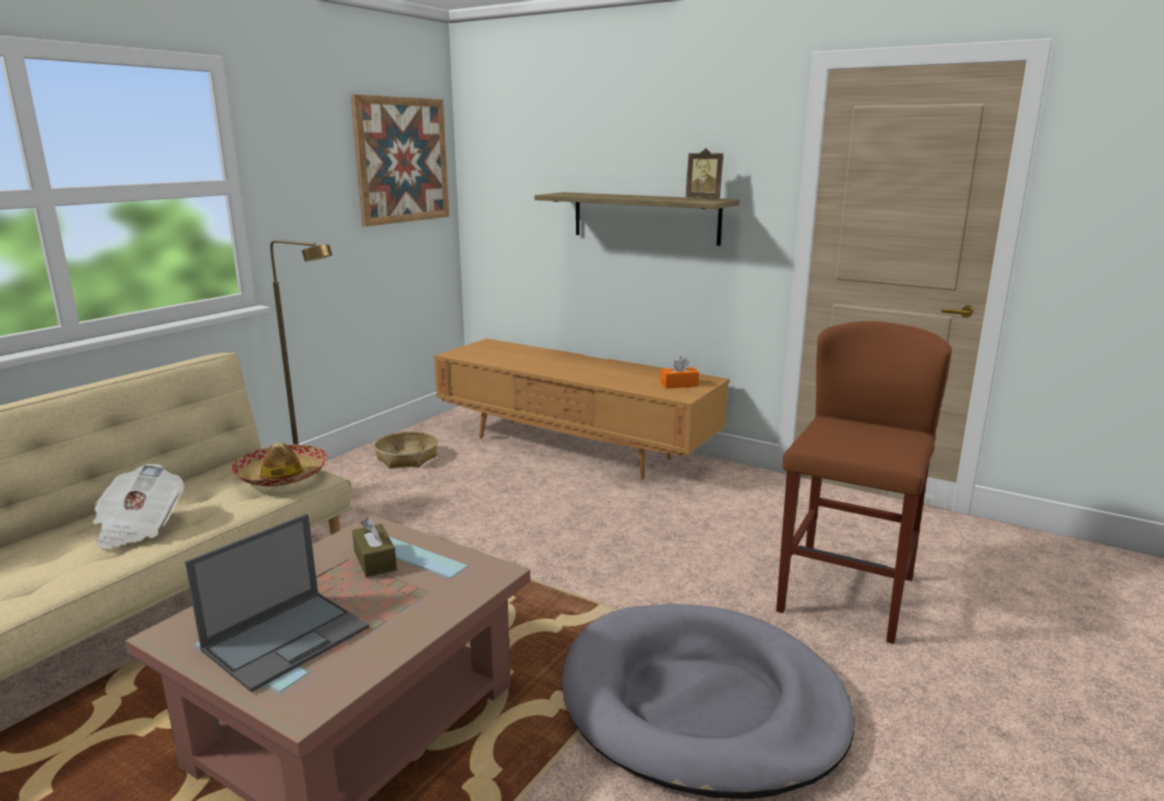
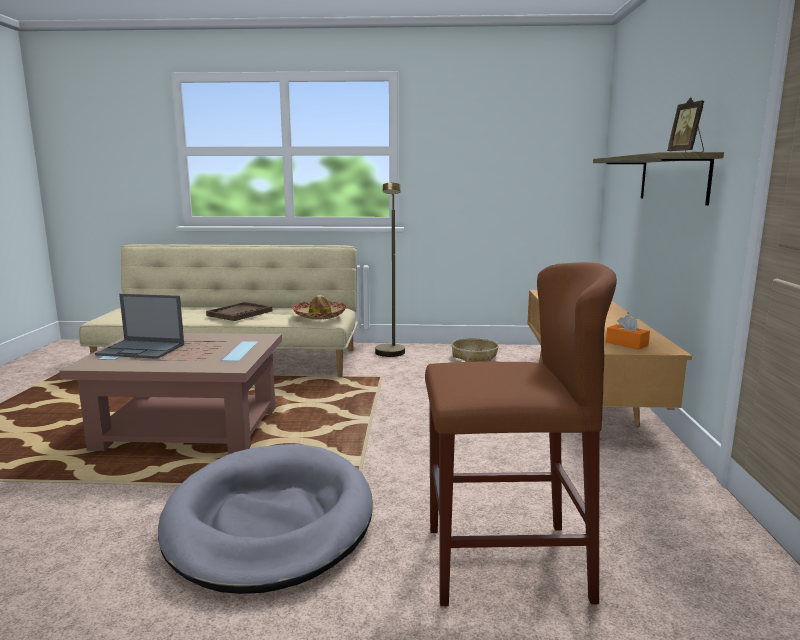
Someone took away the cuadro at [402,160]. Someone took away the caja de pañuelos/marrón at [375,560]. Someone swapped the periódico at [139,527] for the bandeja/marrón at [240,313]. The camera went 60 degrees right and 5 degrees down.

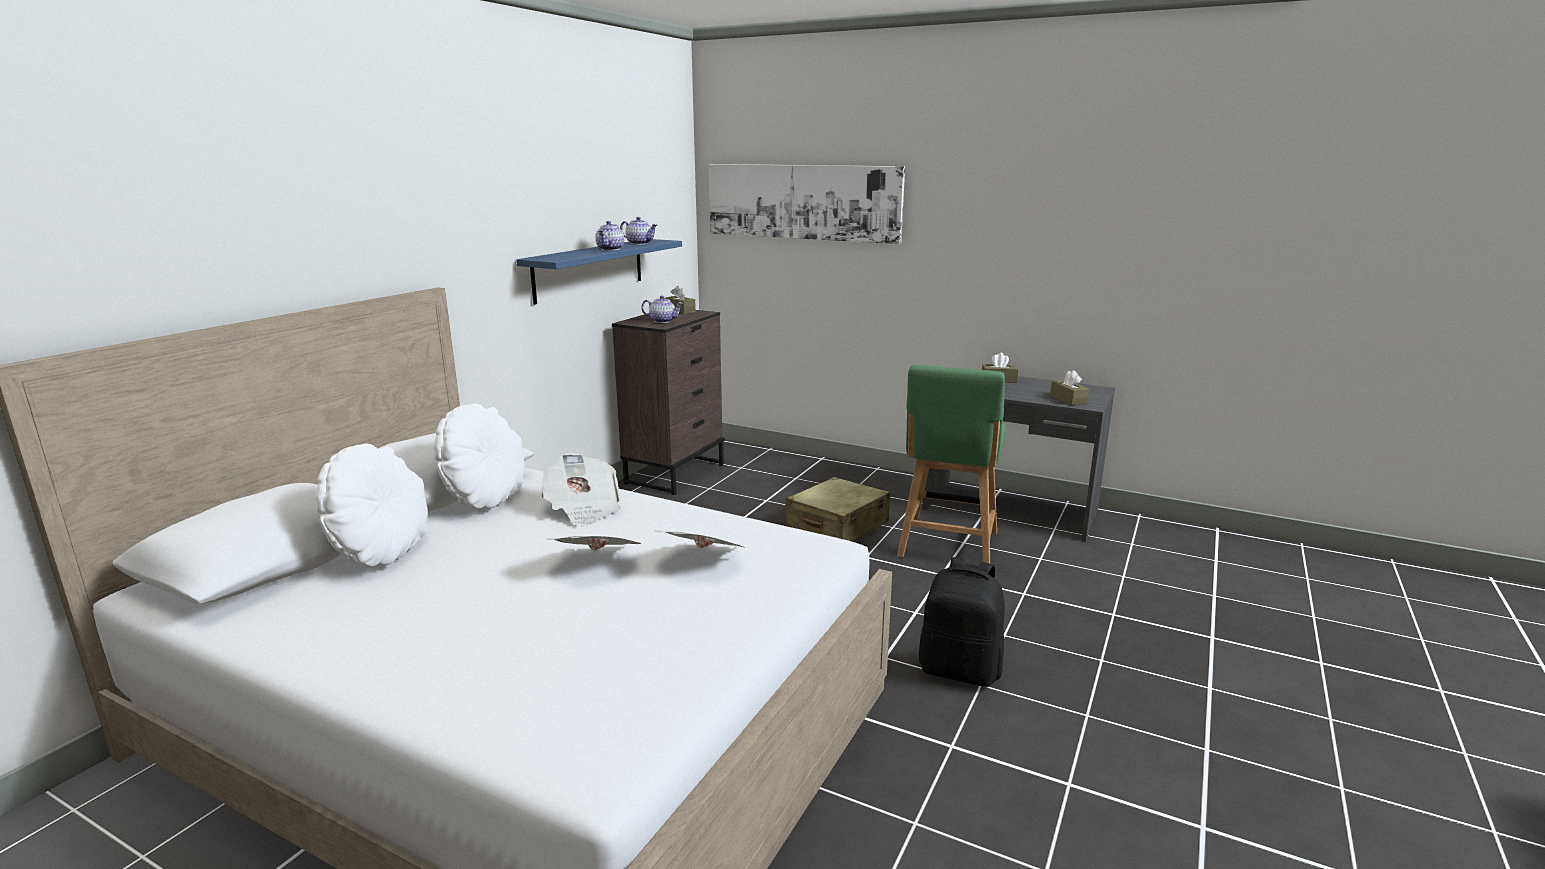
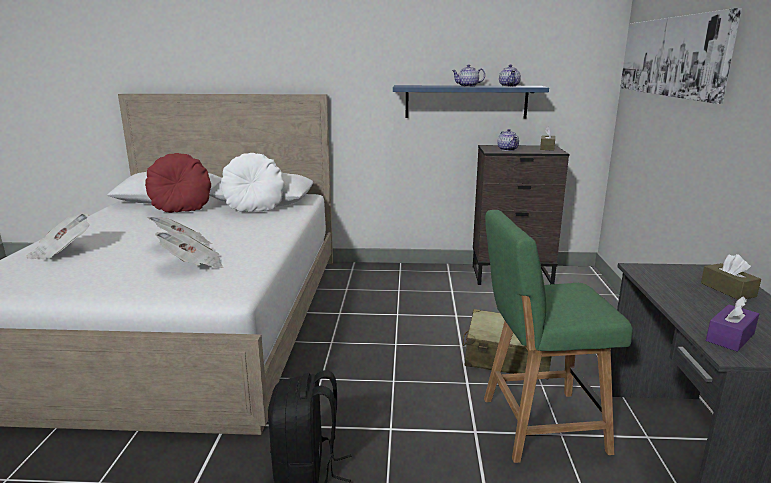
Someone carried the periódico from [583,509] to [62,252]. Someone repainted the cojín/blanco at [382,555], which became the cojín/rojo at [182,210]. Someone repainted the caja de pañuelos/marrón at [1068,399], which became the caja de pañuelos/morado at [730,337]. The camera went 65 degrees right and 0 degrees up.

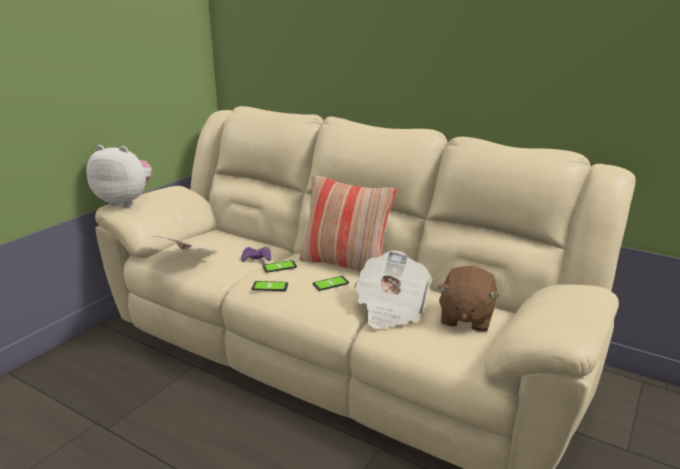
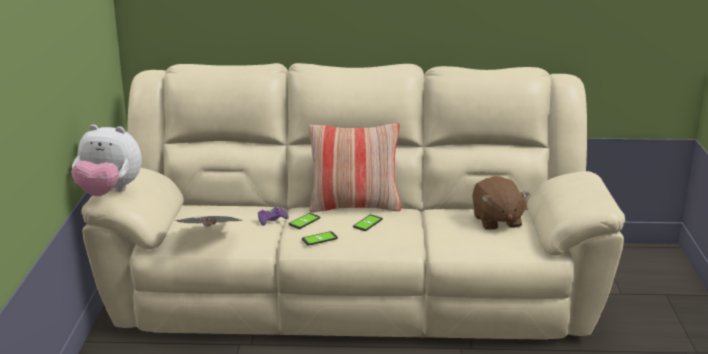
Someone took away the periódico at [390,308]. Someone rotated the peluche at [125,202] by 150 degrees counterclockwise. The camera went 30 degrees left and 0 degrees up.

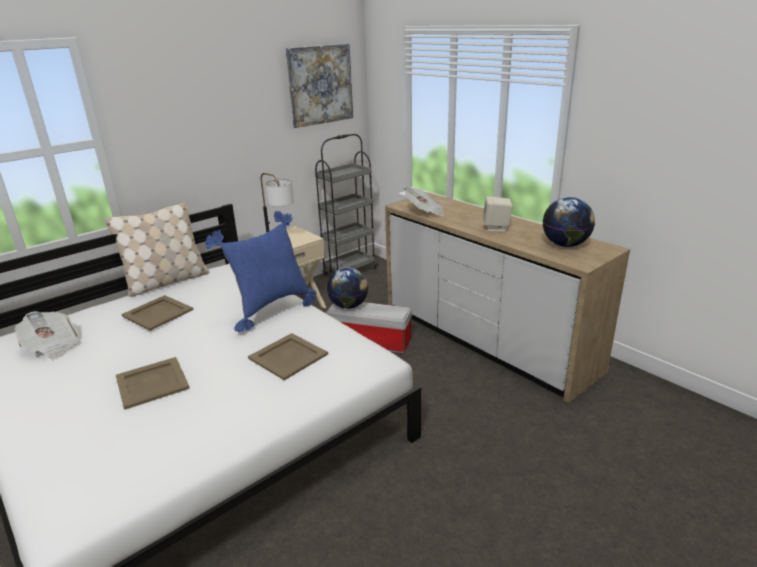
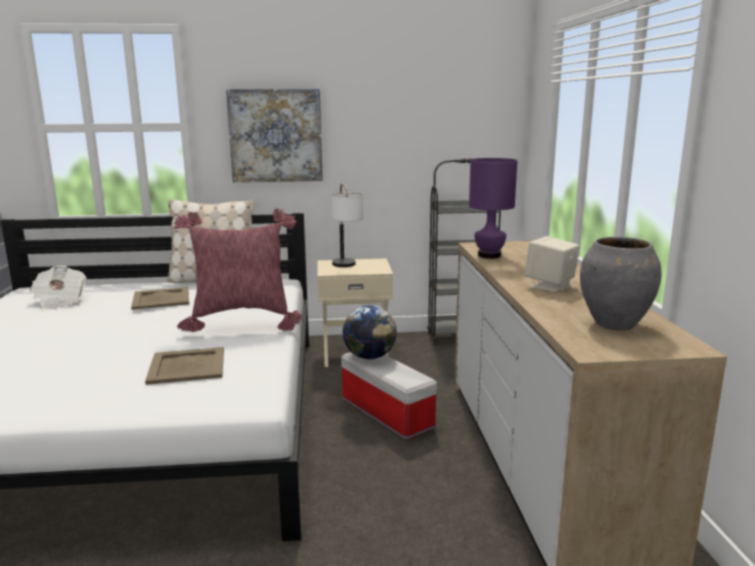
Someone took away the bandeja/beis at [151,382]. Someone carried the cuadro from [320,85] to [276,135]. Someone swapped the periódico at [424,212] for the lámpara de mesa/morado at [489,255]. Someone swapped the globo terráqueo at [565,245] for the florero/gris at [615,324]. Someone repainted the cojín/azul at [270,313], which became the cojín/rojo at [242,326]. The camera went 35 degrees right and 10 degrees down.

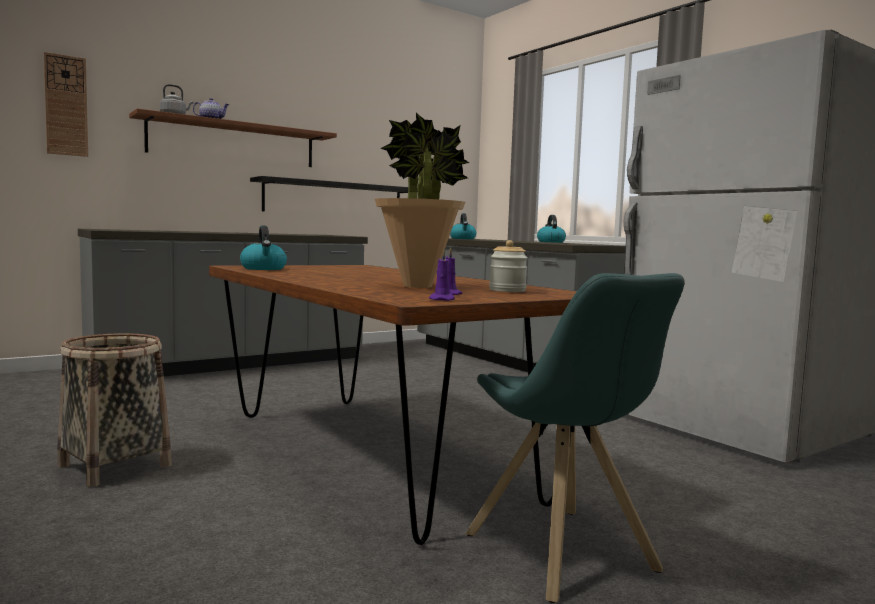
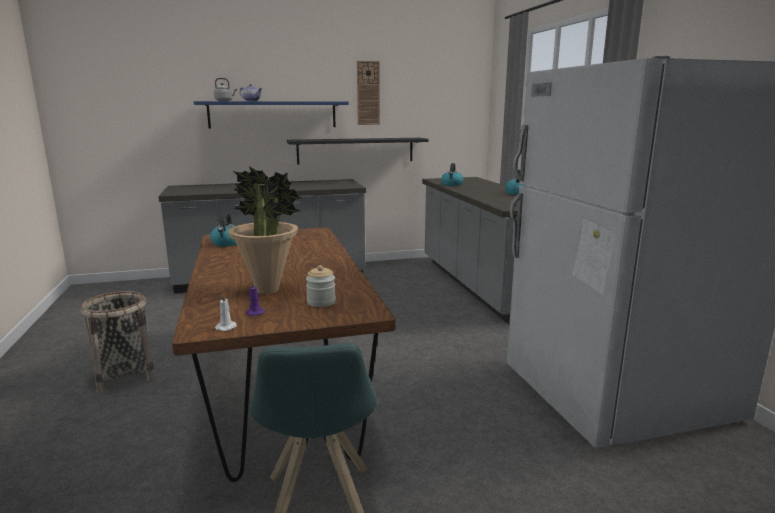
Someone carried the reloj de pared from [66,105] to [368,93]. Someone repainted the estante/marrón at [234,143], which became the estante/azul at [273,114]. Someone repainted the vela/morado at [442,300], which became the vela/blanco at [227,327]. The camera went 20 degrees right and 10 degrees up.

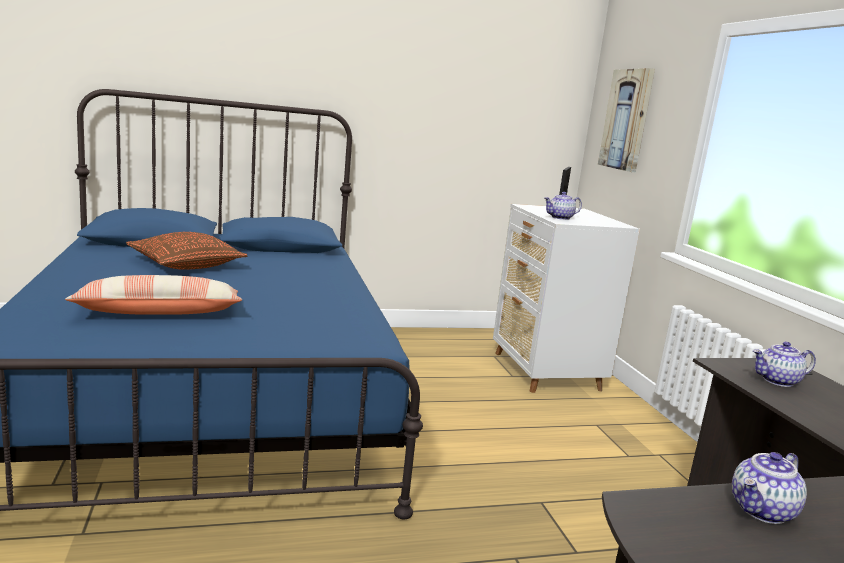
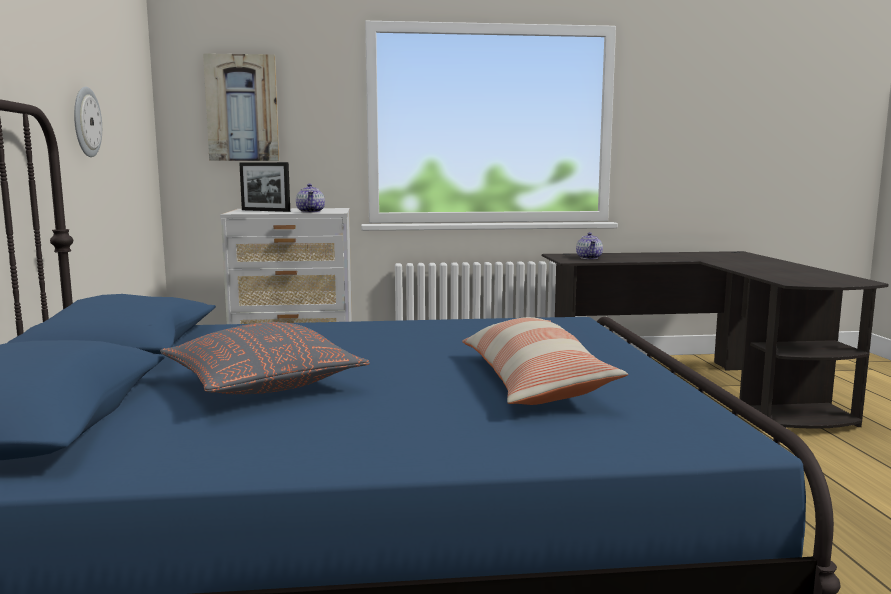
Someone took away the tetera at [763,511]. Someone put up the reloj de pared at [85,122]. Someone repainted the cojín/marrón at [186,265], which became the cojín/gris at [262,385]. The camera went 80 degrees left and 5 degrees down.

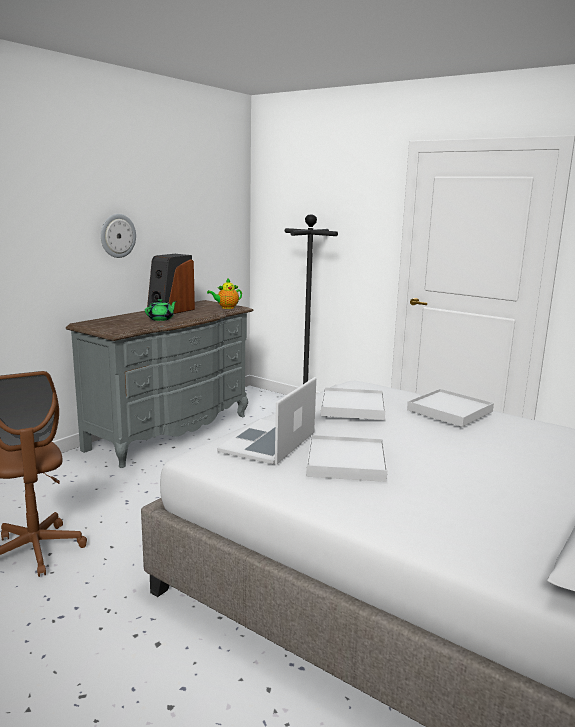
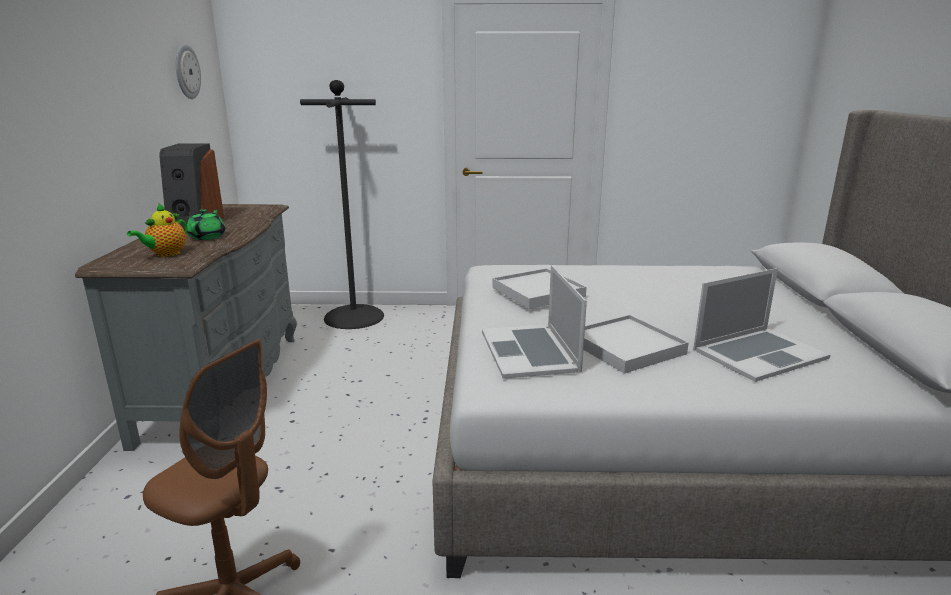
Someone took away the bandeja/blanco at [449,411]. Someone put down the portátil at [759,353]. Someone carried the reloj de pared from [117,235] to [186,72]. Someone carried the tetera from [226,307] to [166,254]. The camera went 35 degrees left and 5 degrees up.

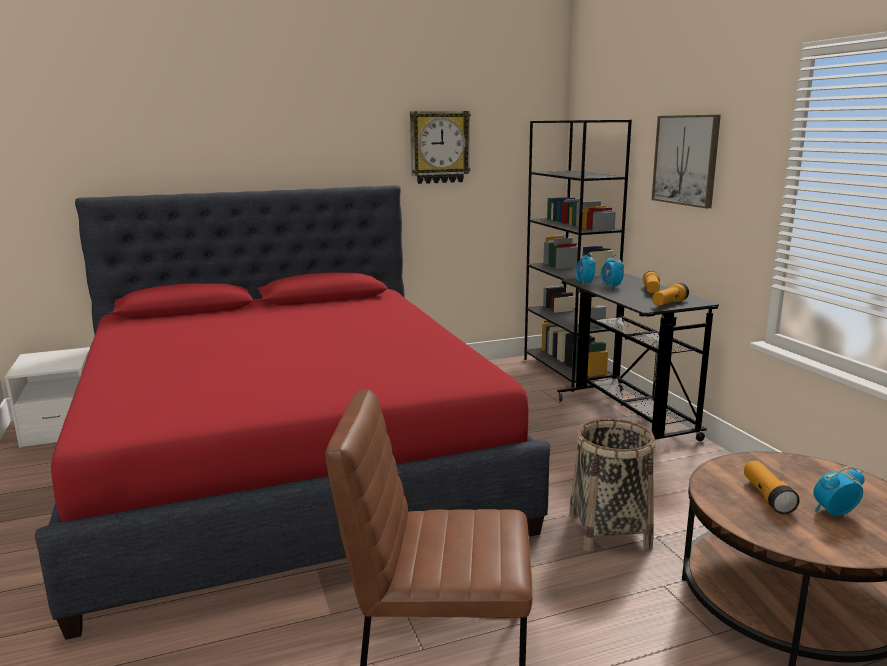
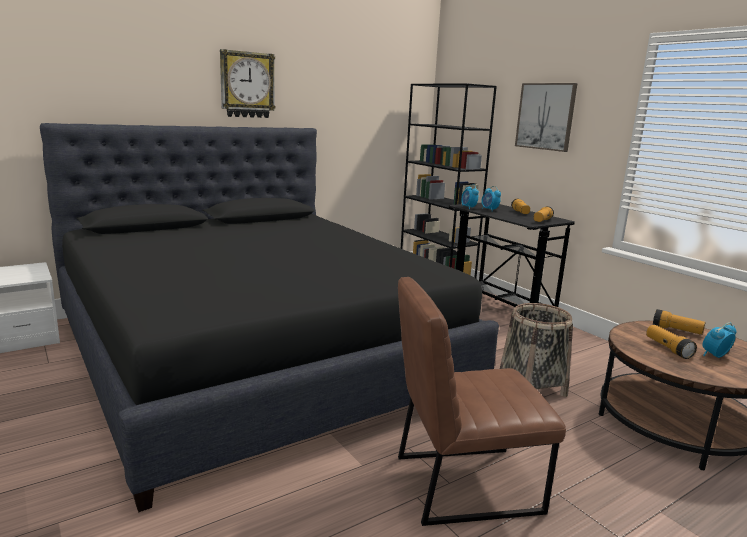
Someone put down the linterna at [676,330]. Someone carried the reloj de pared from [439,147] to [247,85]. Someone repainted the cama/rojo at [288,461], which became the cama/negro at [255,353]. The camera went 15 degrees left and 0 degrees up.

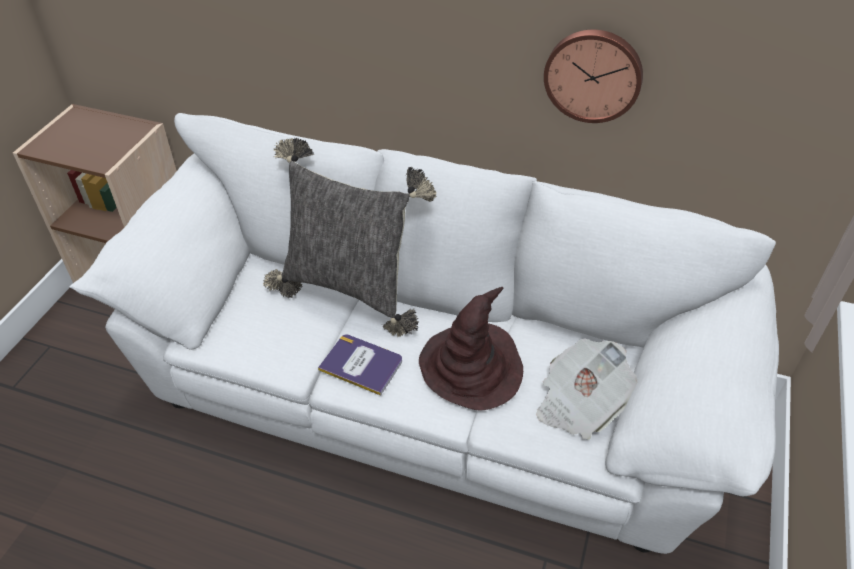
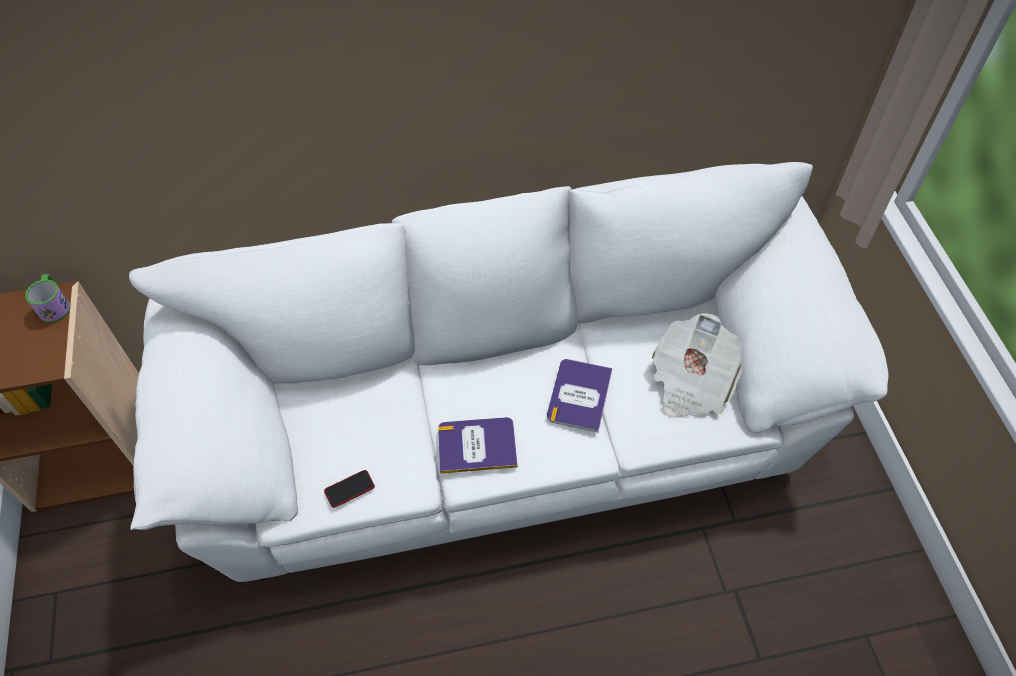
Someone took away the cojín at [353,297]. Someone took away the reloj de pared at [593,74]. Someone put down the taza grande at [55,305]. Someone put down the móvil at [349,489]. Someone swapped the sombrero/marrón at [471,367] for the libro at [579,395]. The camera went 30 degrees left and 10 degrees up.

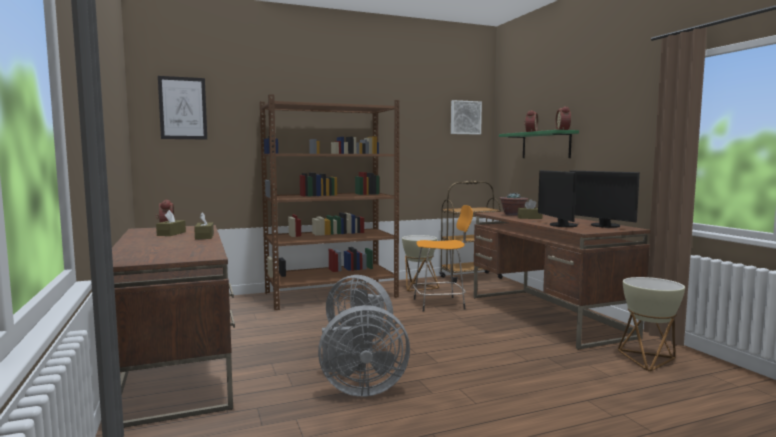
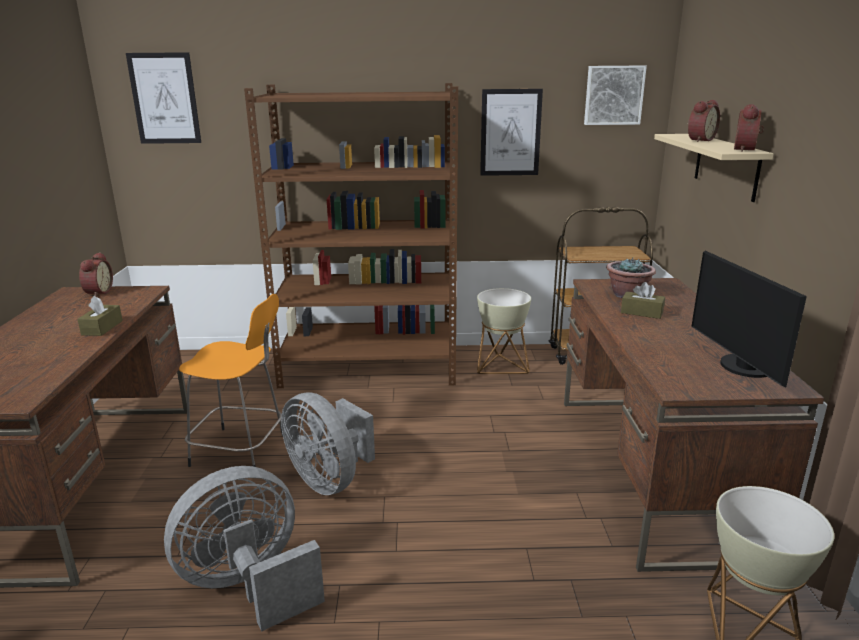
Someone took away the caja de pañuelos/marrón at [171,234]. Someone took away the monitor at [560,225]. Someone put up the cuadro at [510,132]. Someone carried the taburete/naranja from [441,304] to [241,450]. Someone repainted the estante/verde at [545,145], which became the estante/beis at [726,165]. Someone rotated the ventilador/gris at [360,389] by 135 degrees clockwise. The camera went 20 degrees right and 15 degrees up.

